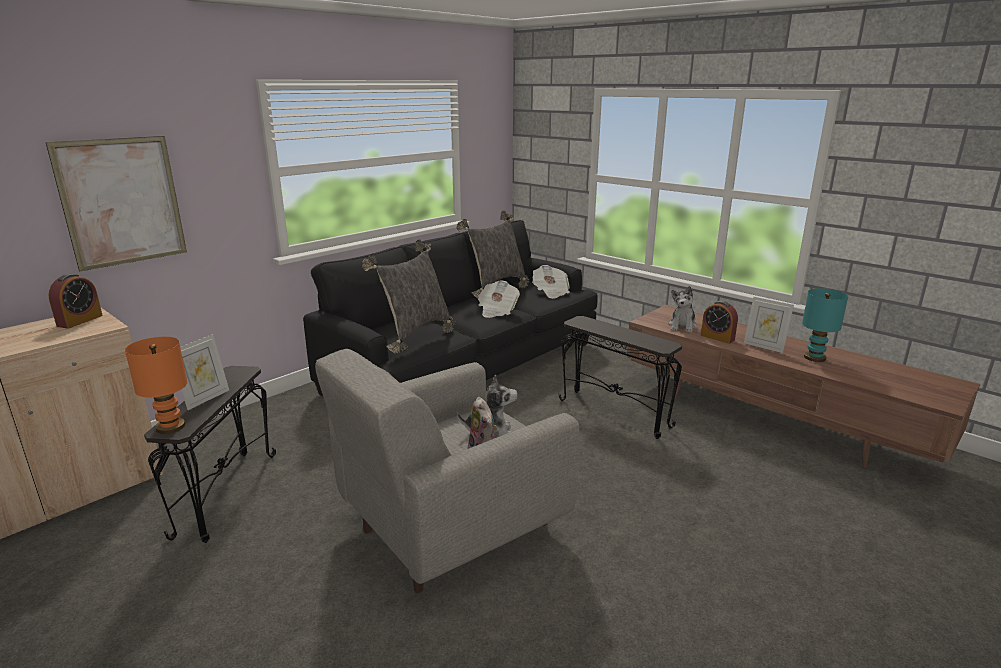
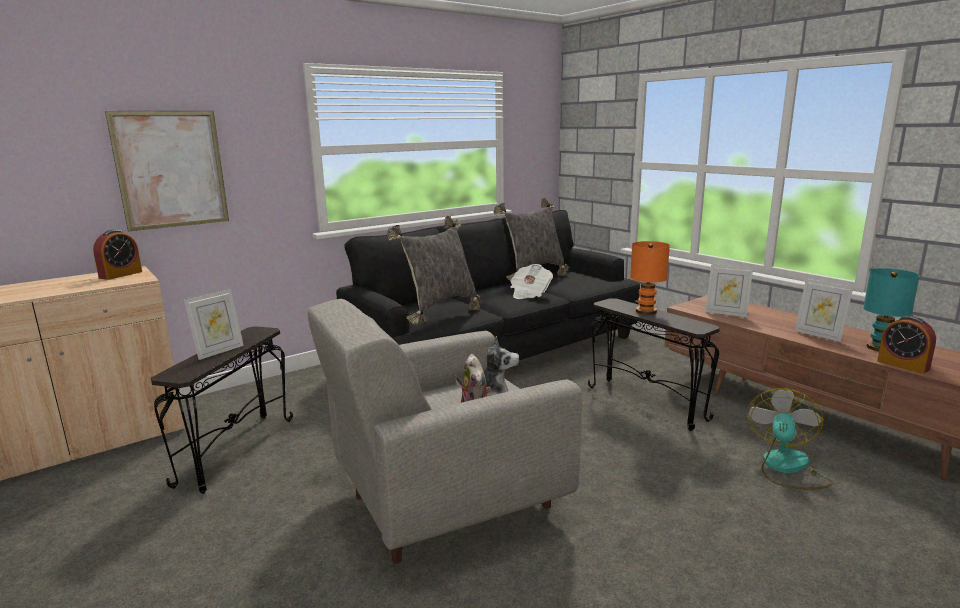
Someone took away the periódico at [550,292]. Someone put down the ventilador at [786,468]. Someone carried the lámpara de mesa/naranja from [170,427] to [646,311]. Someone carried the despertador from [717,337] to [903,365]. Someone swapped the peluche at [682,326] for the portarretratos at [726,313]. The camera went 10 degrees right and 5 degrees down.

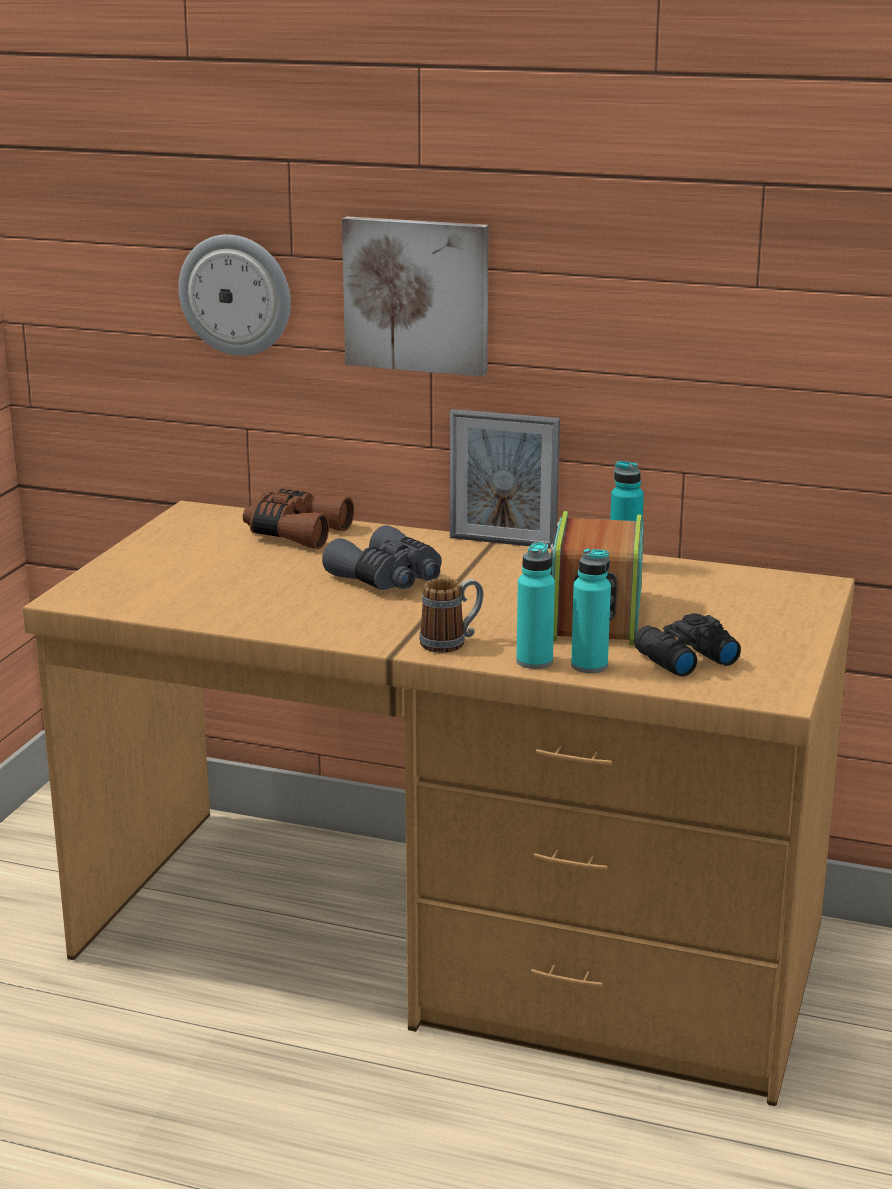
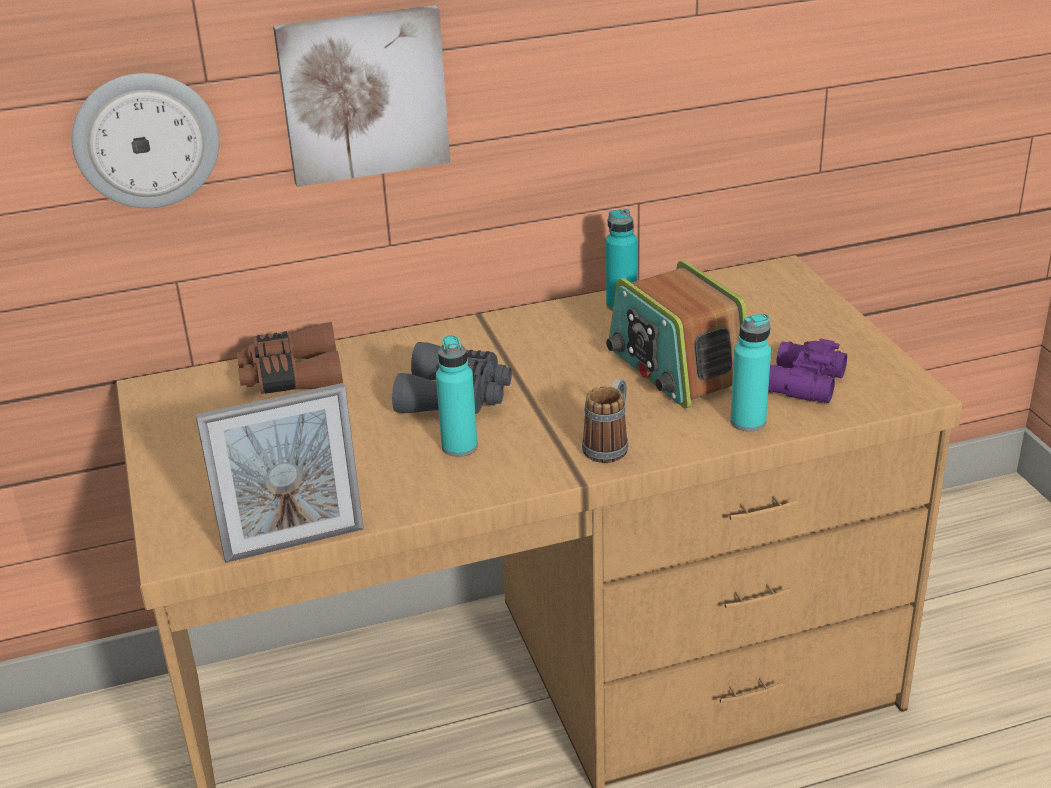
Someone carried the portarretratos from [502,542] to [294,543]. Someone carried the botella/turquesa from [534,661] to [459,447]. Someone repainted the prismáticos/negro at [683,659], which became the prismáticos/morado at [801,384]. The camera went 35 degrees left and 10 degrees up.

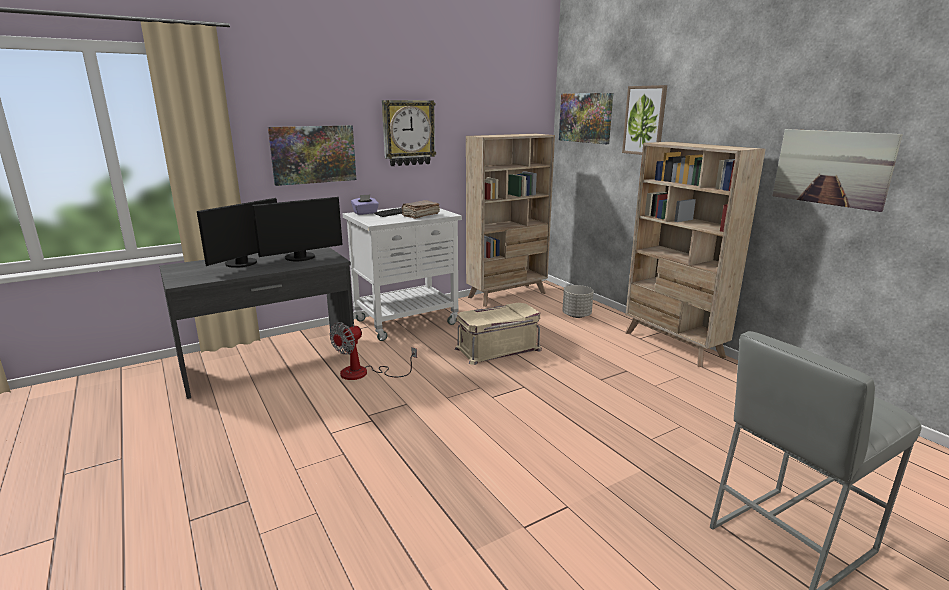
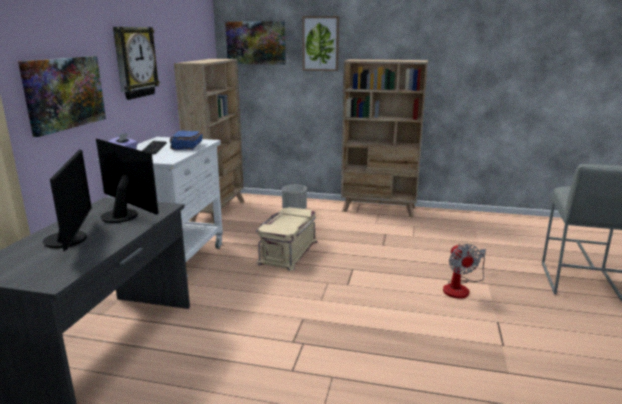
Someone took away the cuadro at [832,168]. Someone carried the ventilador from [364,373] to [460,288]. Someone repainted the libro/marrón at [420,215], which became the libro/azul at [186,146]. Someone rotated the monitor at [301,258] by 60 degrees counterclockwise. The camera went 45 degrees left and 0 degrees up.

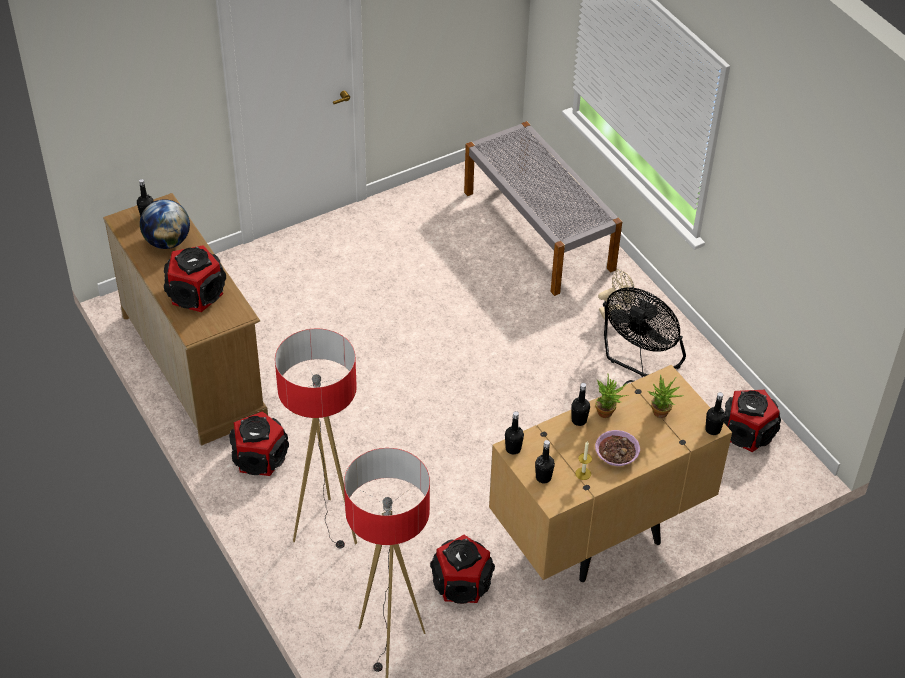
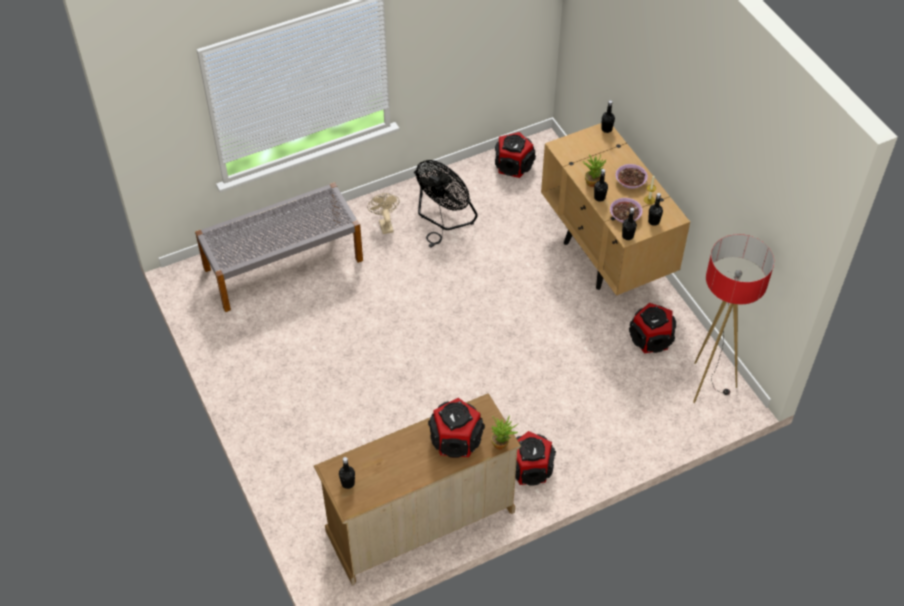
Someone took away the globo terráqueo at [167,242]. Someone took away the lámpara de pie at [326,528]. Someone put down the cuenco at [625,215]. Someone carried the planta en maceta from [661,415] to [502,444]. Someone rotated the ventilador/negro at [636,362] by 90 degrees clockwise. The camera went 85 degrees left and 5 degrees up.

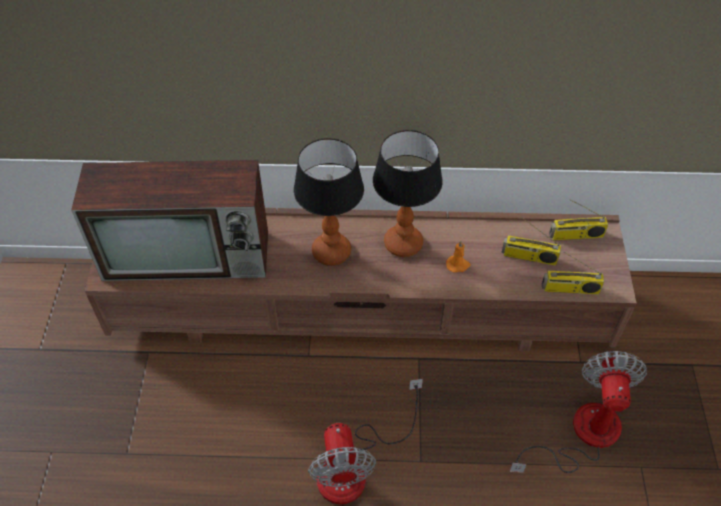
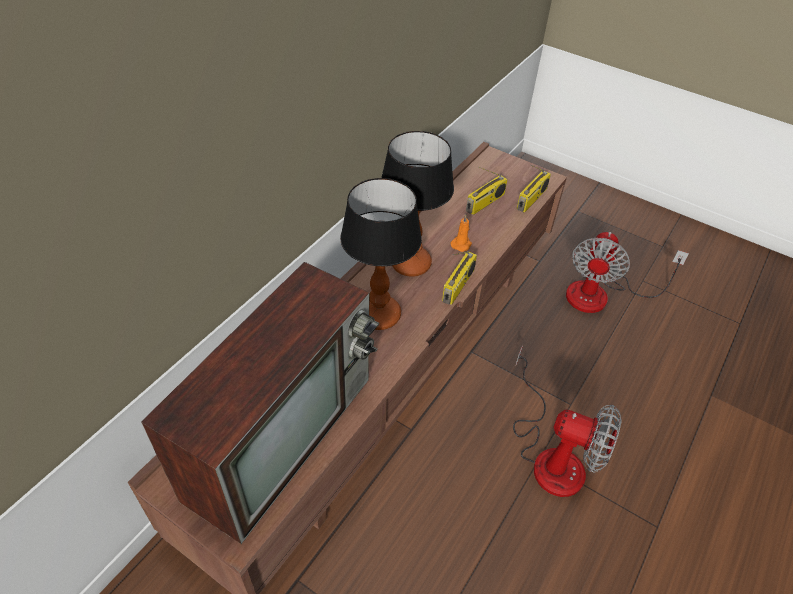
Someone carried the radio from [575,235] to [458,286]. Someone rotated the ventilador at [582,434] by 105 degrees counterclockwise. The camera went 60 degrees left and 5 degrees down.

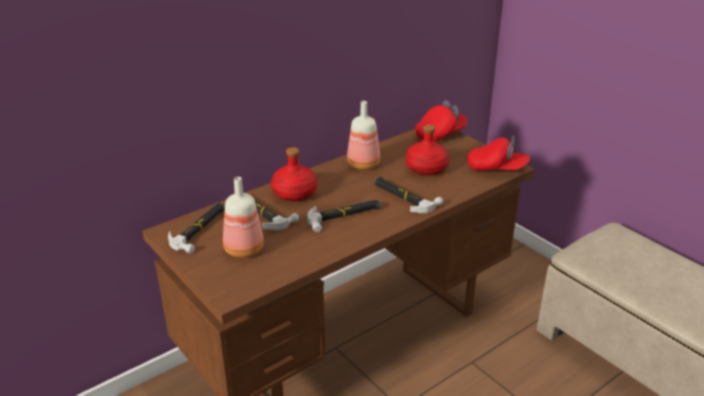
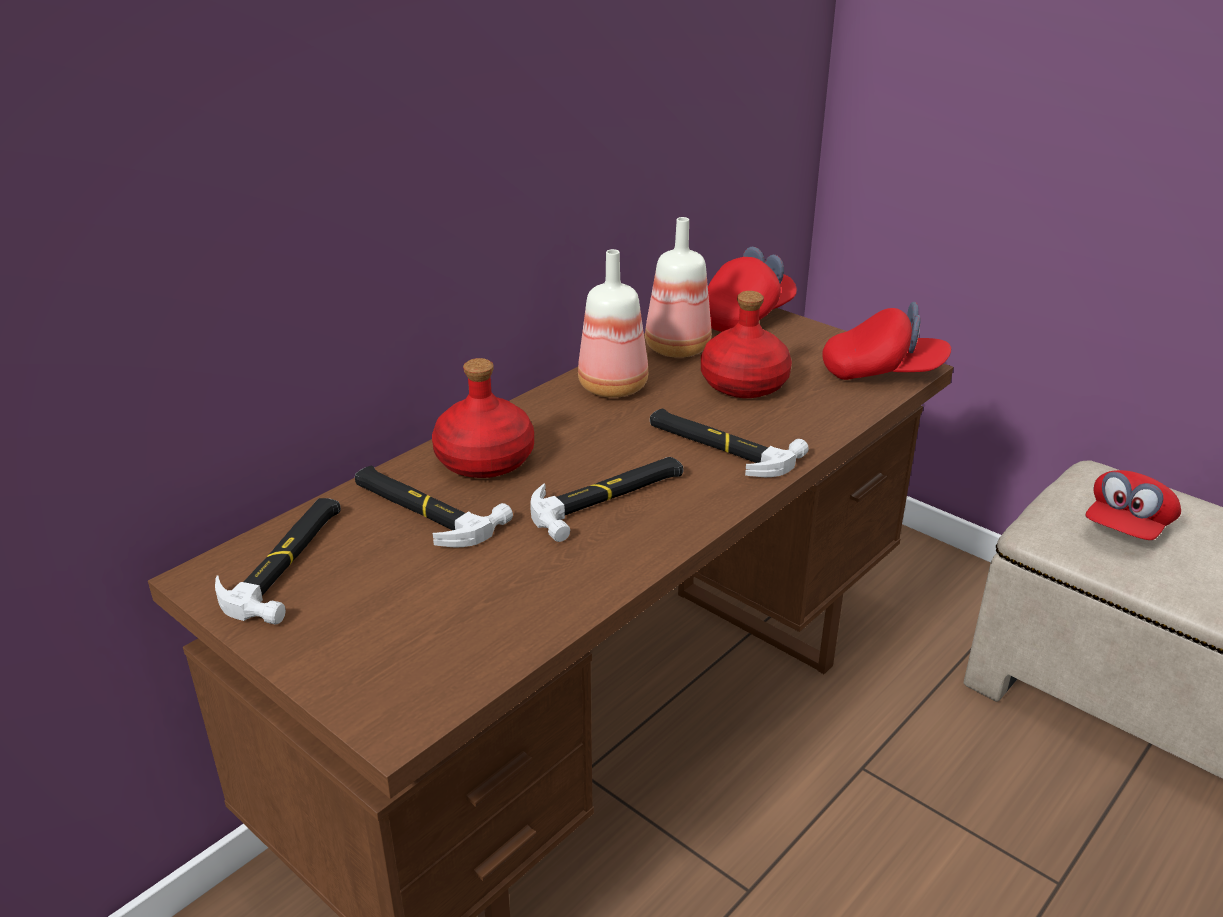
Someone put down the gorra/rojo at [1126,527]. Someone carried the botella from [243,250] to [676,349]. The camera went 10 degrees left and 0 degrees up.

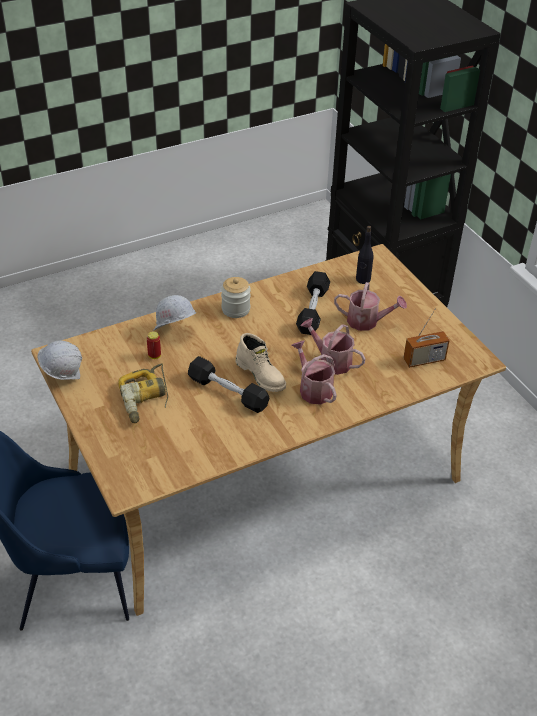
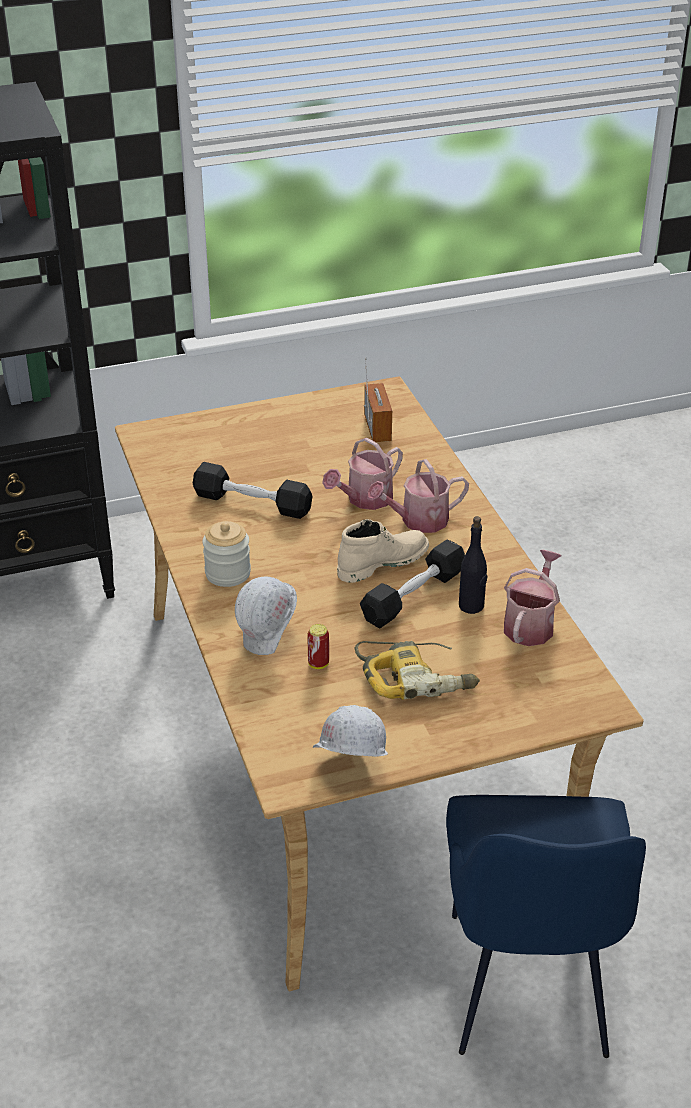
Someone carried the regadera from [367,321] to [530,624]. Someone carried the botella/negro from [363,279] to [471,606]. The camera went 80 degrees left and 5 degrees down.

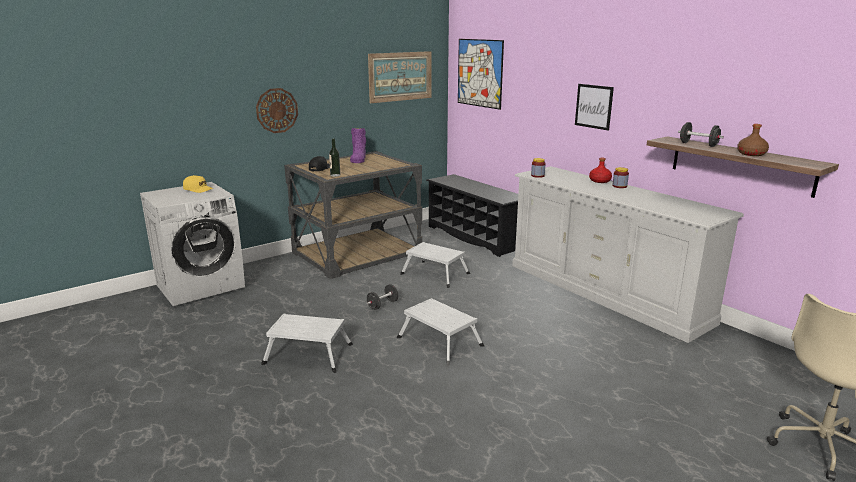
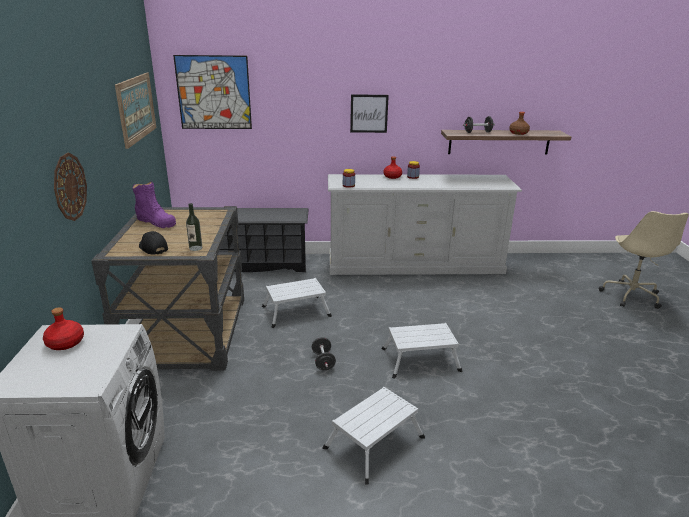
Someone swapped the gorra/amarillo at [198,189] for the botella/rojo at [65,343]. The camera went 55 degrees left and 5 degrees up.

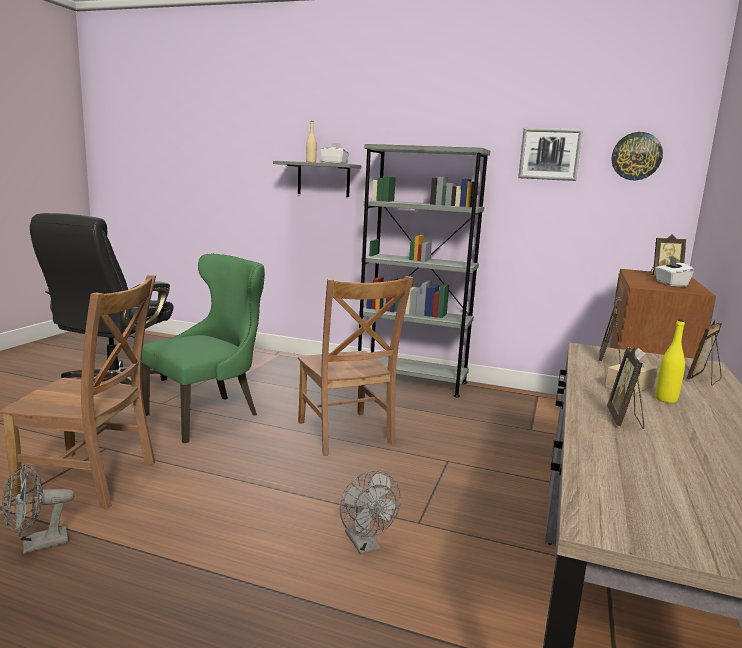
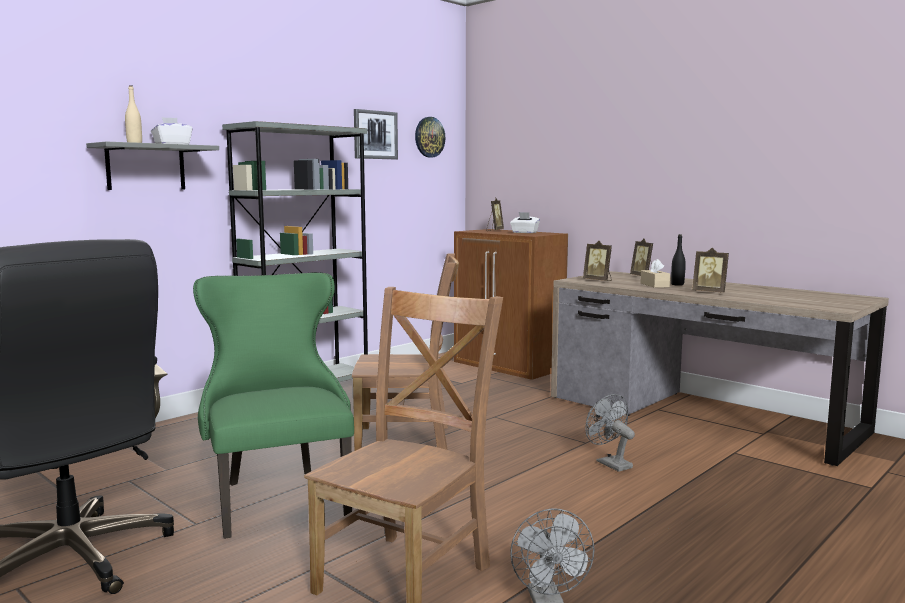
Someone repainted the botella/amarillo at [666,399], which became the botella/negro at [677,284]. Someone rotated the ventilador/gris at [365,545] by 120 degrees counterclockwise. The camera went 65 degrees left and 5 degrees down.

